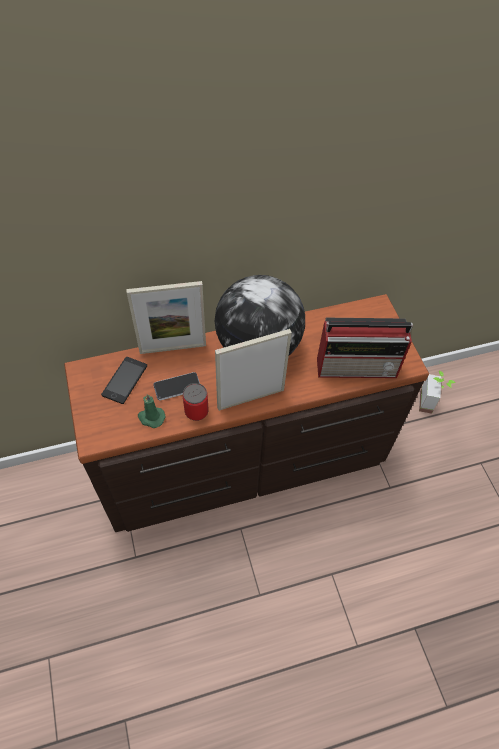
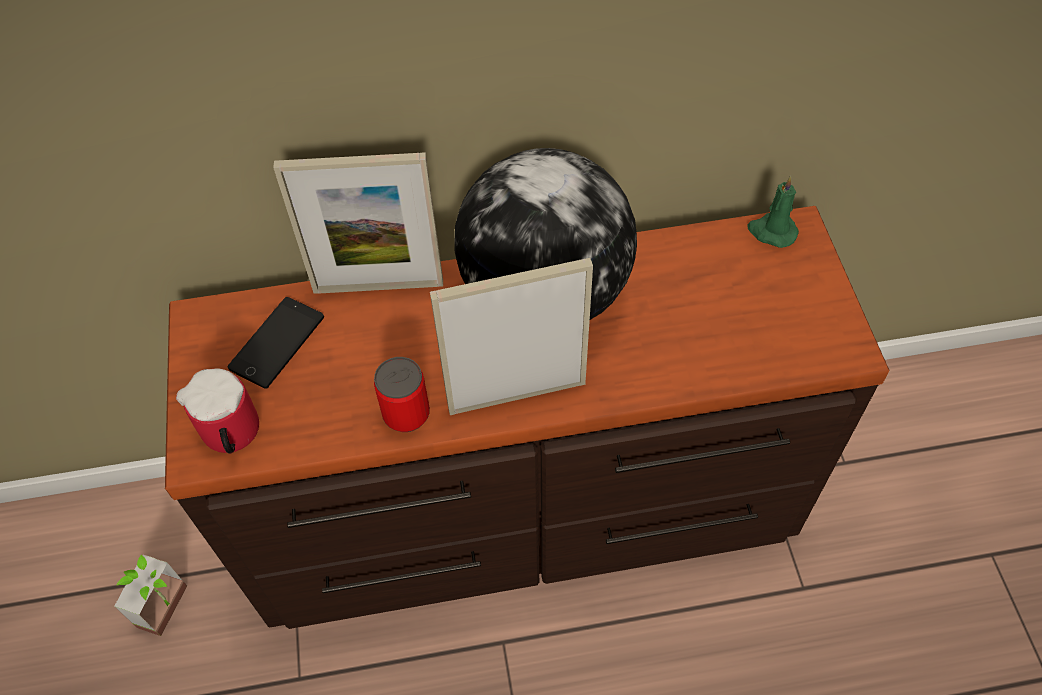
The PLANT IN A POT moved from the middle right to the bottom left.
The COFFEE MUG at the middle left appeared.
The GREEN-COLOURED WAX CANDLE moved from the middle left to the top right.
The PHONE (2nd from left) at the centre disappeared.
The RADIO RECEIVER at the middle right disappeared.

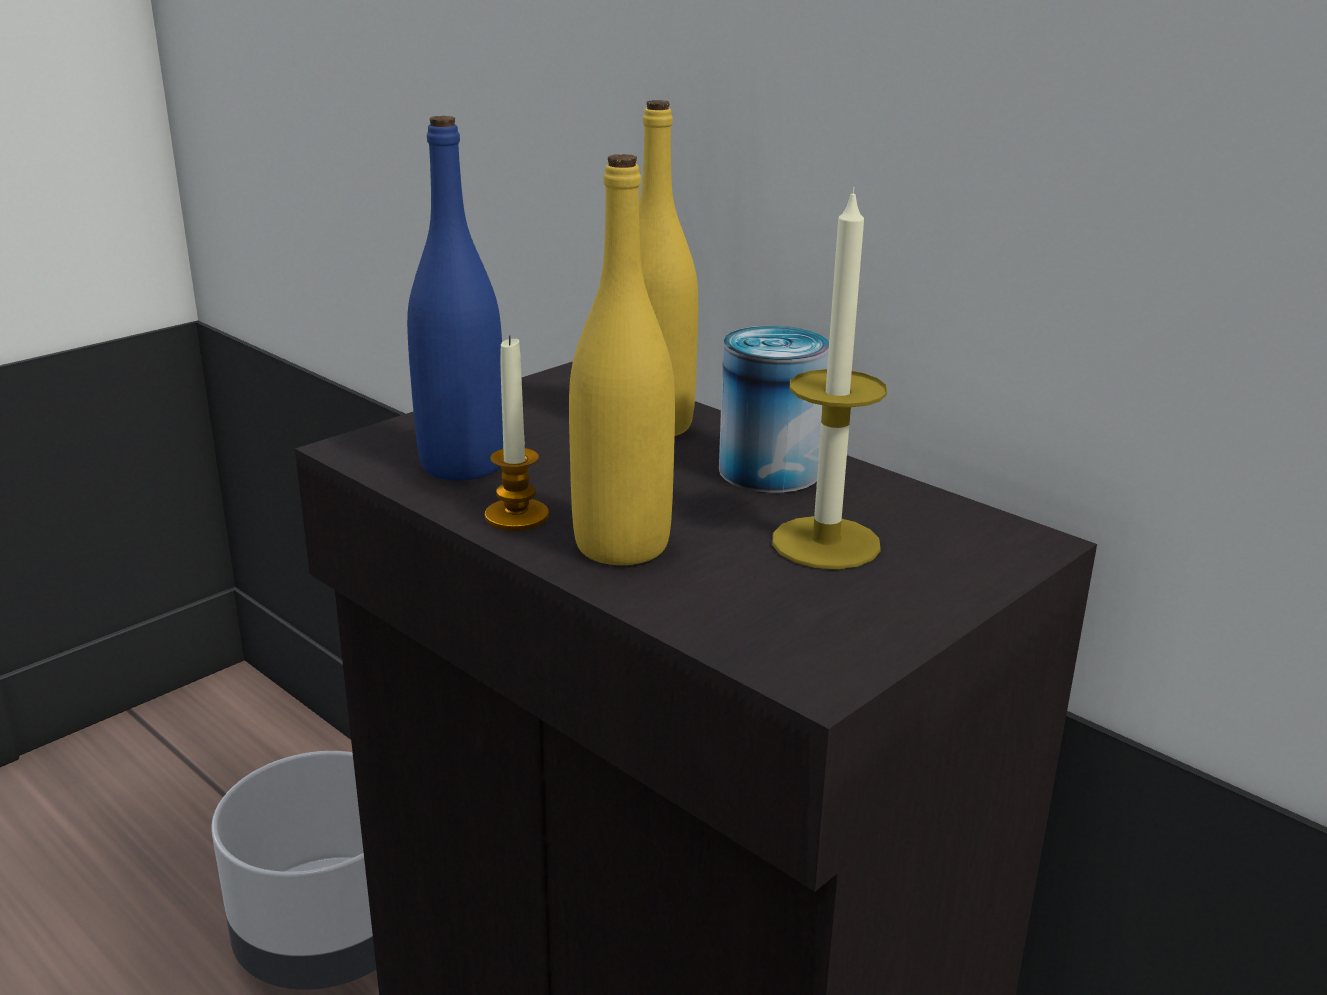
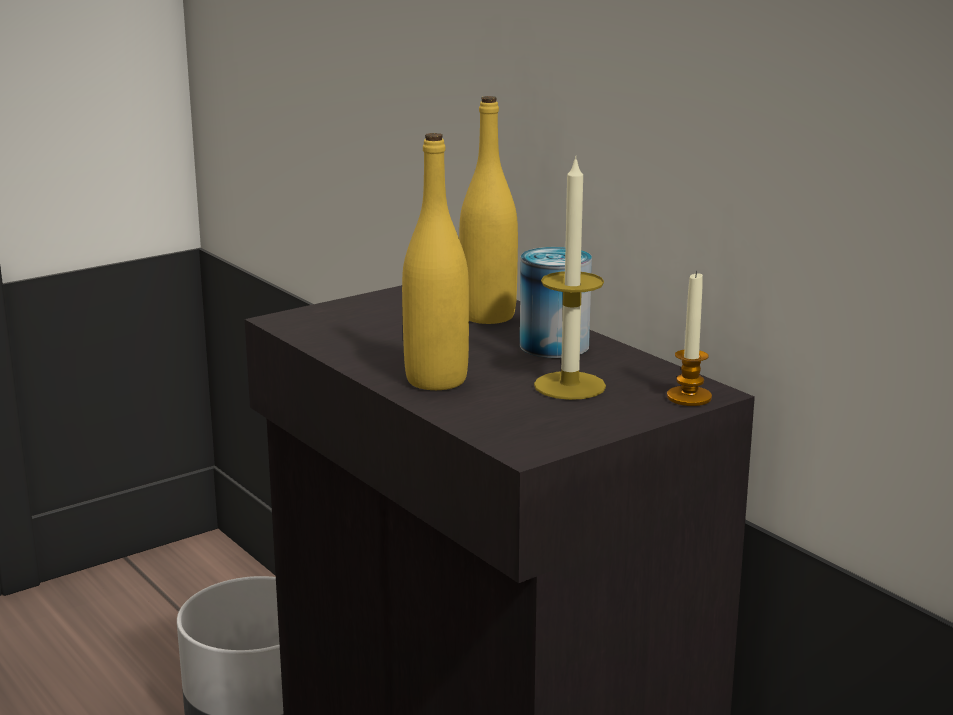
The WAX CANDLE (1st from left in the first image) moved from the centre to the middle right.
The BLUE-COLOURED BEVERAGE BOTTLE at the top centre disappeared.

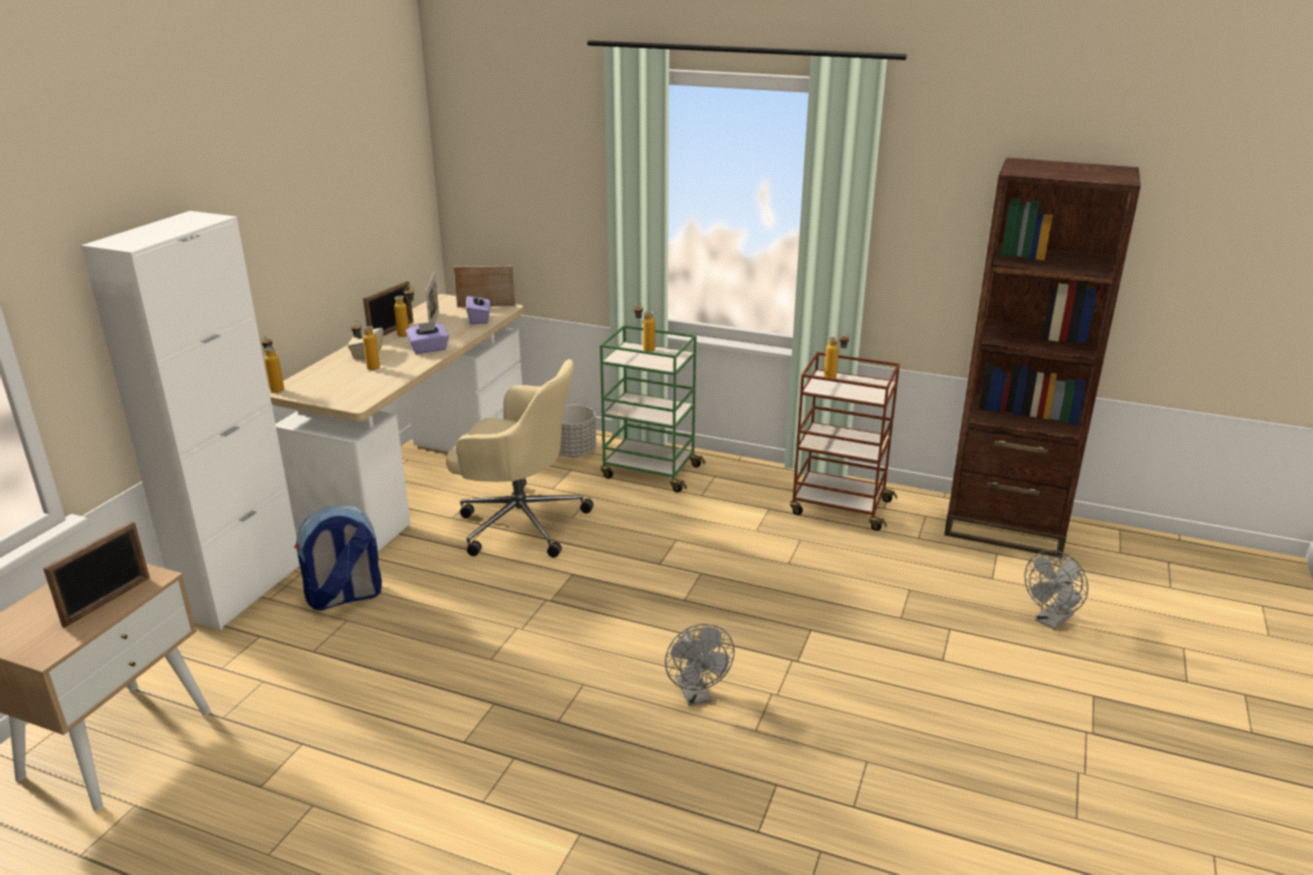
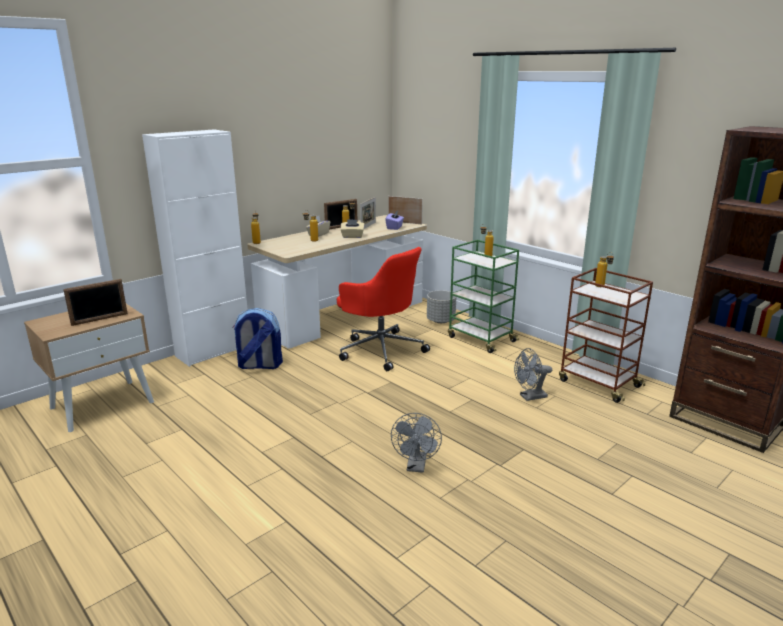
The BEIGE OFFICE CHAIR at the centre became the RED-COLOURED OFFICE CHAIR at the centre.
The PURPLE BOX OF TISSUES (1st from left) at the middle left became the BEIGE BOX OF TISSUES (2nd from left) at the centre.
The GRAY COOLING FAN (2nd from left) moved from the bottom right to the middle right.

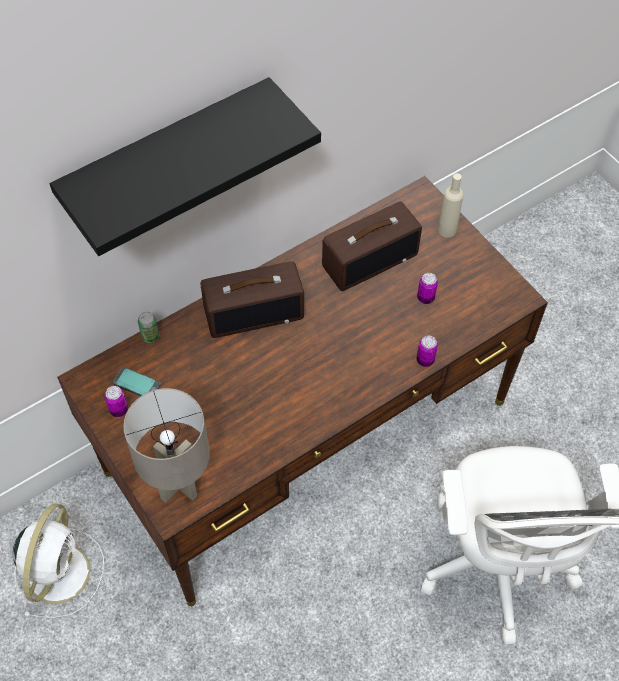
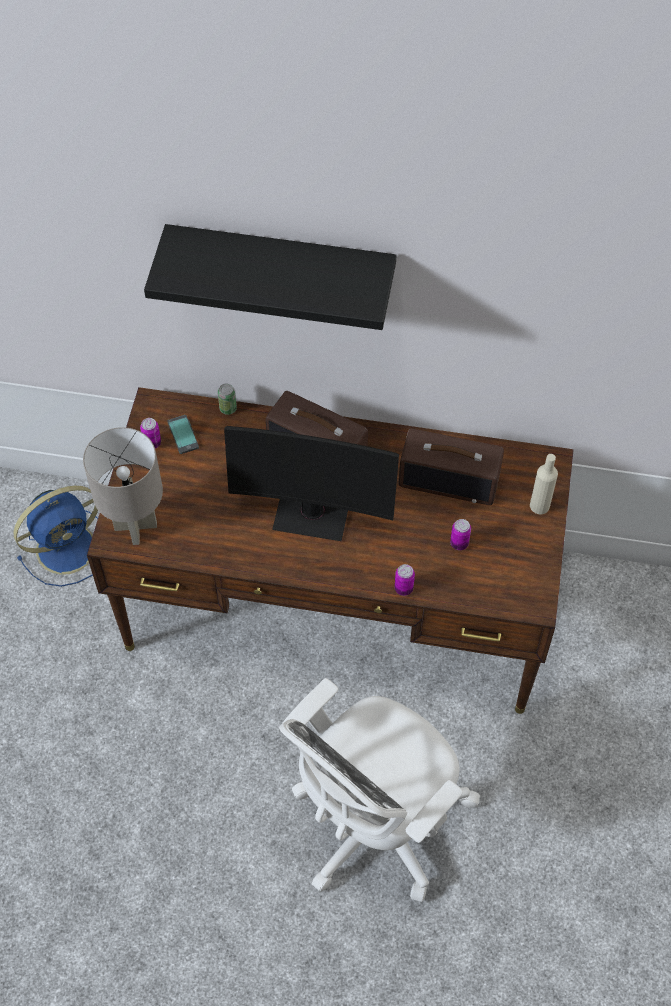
The WHITISH COOLING FAN at the bottom left became the BLUE-COLOURED COOLING FAN at the middle left.
The COMPUTER DISPLAY at the centre appeared.

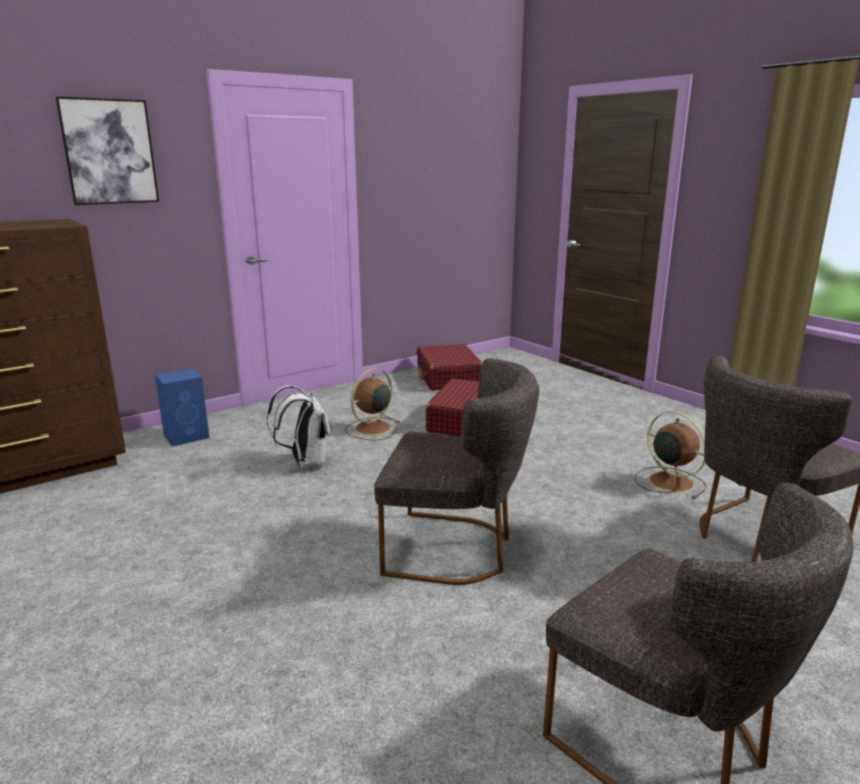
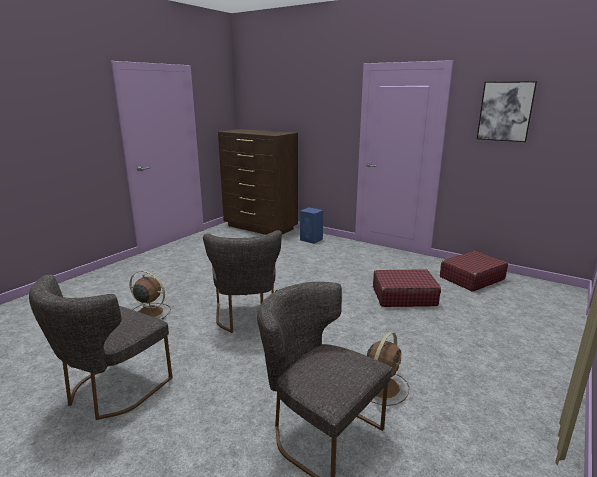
The BROWN-COLOURED COOLING FAN (1st from left) moved from the centre to the middle left.
The PICTURE moved from the top left to the top right.
The WHITISH KNAPSACK at the centre disappeared.

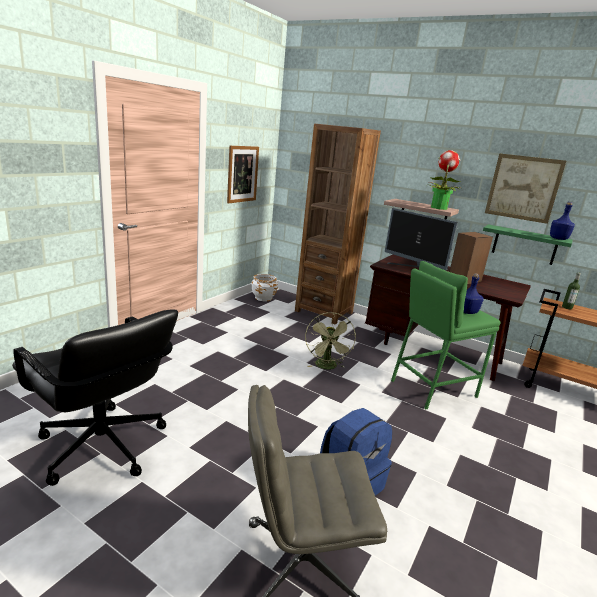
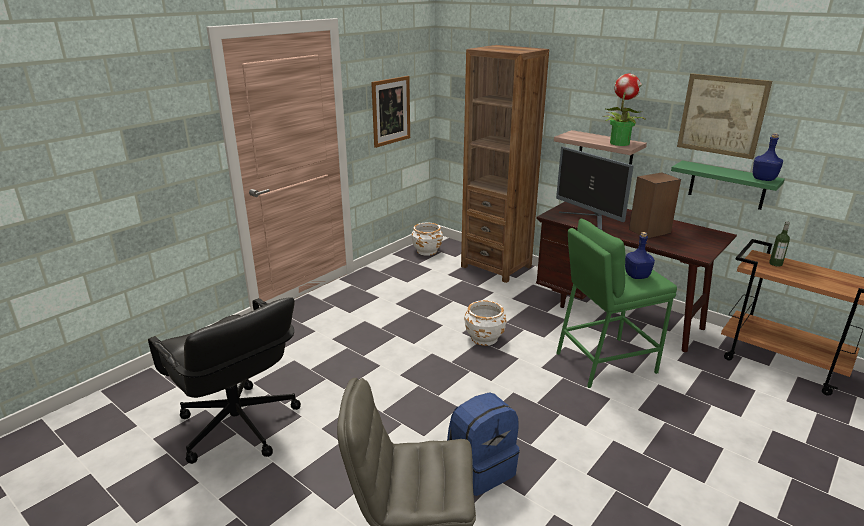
The GREEN-COLOURED COOLING FAN at the centre was replaced by the WHITISH FLOWER POT (2nd from left) at the centre.

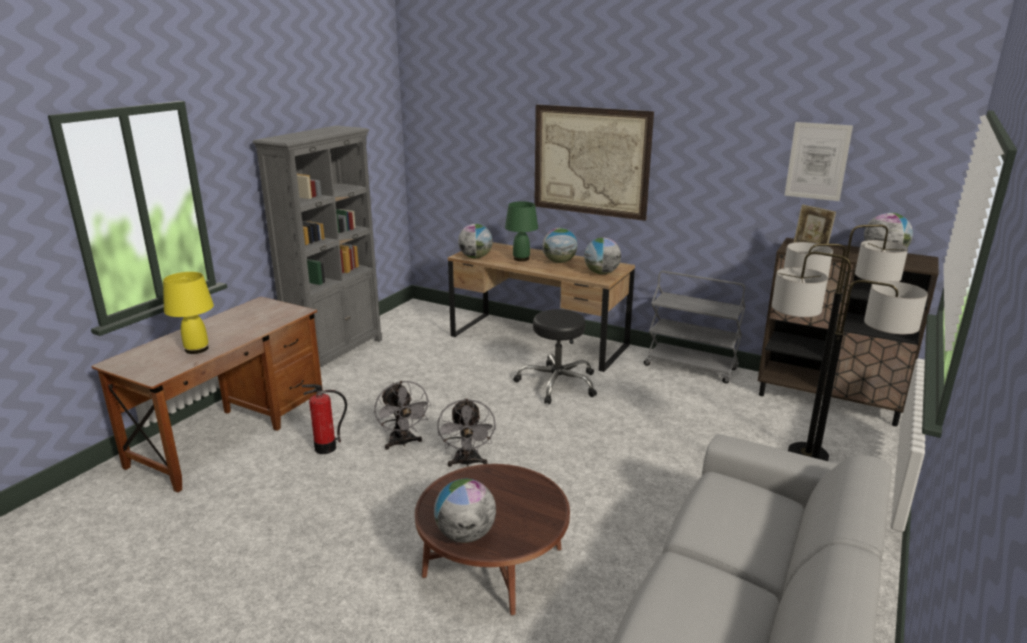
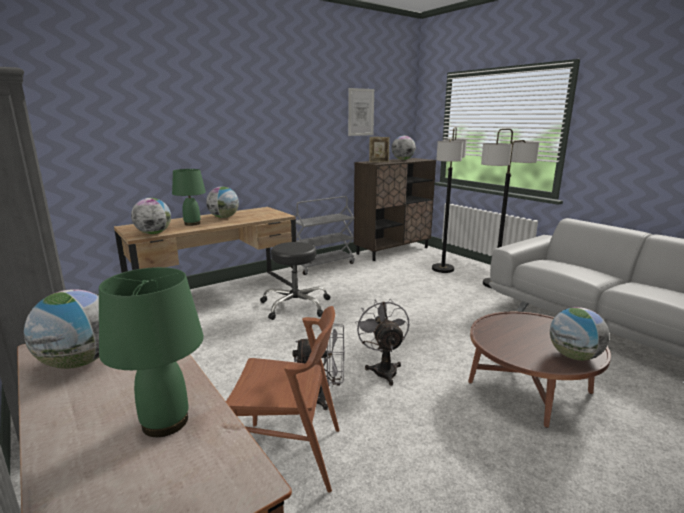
The GLOBE (4th from left in the first image) moved from the centre to the middle left.
The YELLOW TABLETOP LAMP at the middle left became the GREEN-COLOURED TABLETOP LAMP (1st from left) at the bottom left.
The FIRE EXTINGUISHER at the middle left was replaced by the BROWN-COLOURED CHAIR at the bottom centre.
The GRAY COOLING FAN (2nd from left) at the bottom centre turned 120 degrees counterclockwise.
The PICTURE (1st from left) at the top centre disappeared.

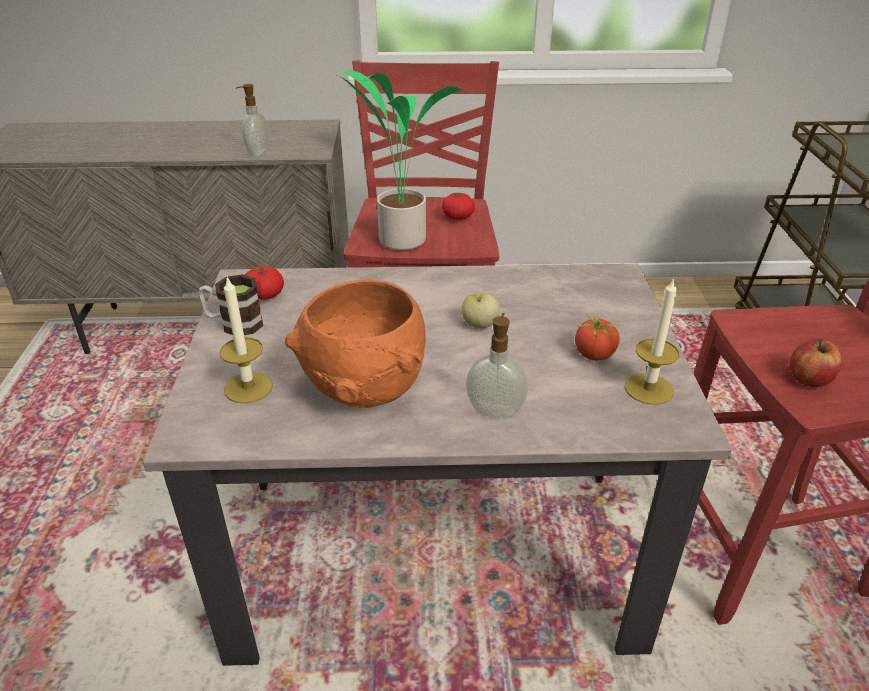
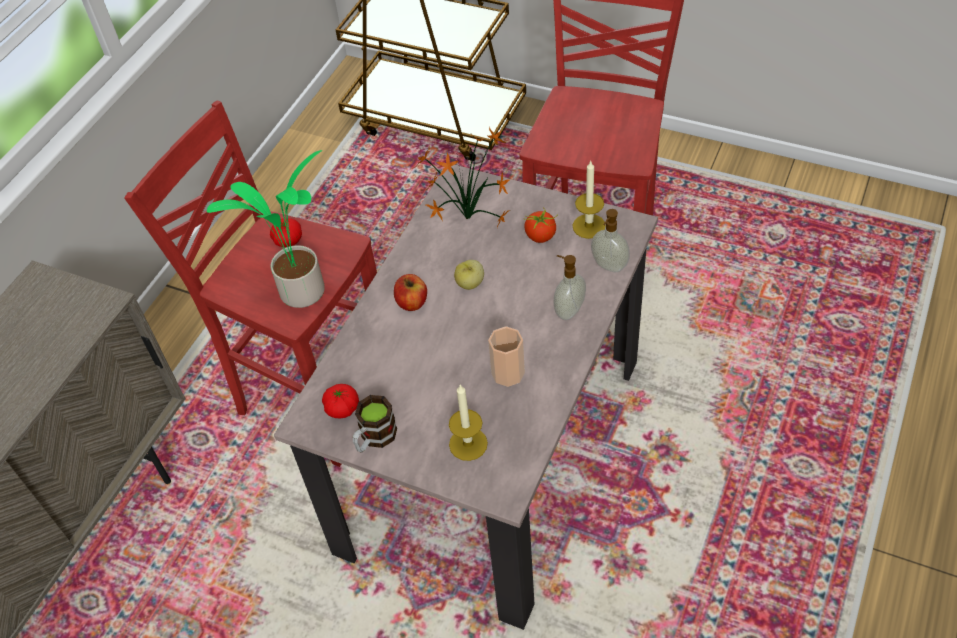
The APPLE (2nd from left in the first image) moved from the middle right to the centre.
The PLANT IN A POT (2nd from left) at the top centre appeared.
The ORANGEY BOWL at the centre was replaced by the DRINKING CUP at the centre.
The SOAP DISPENSER (1st from left in the first image) moved from the top left to the centre.

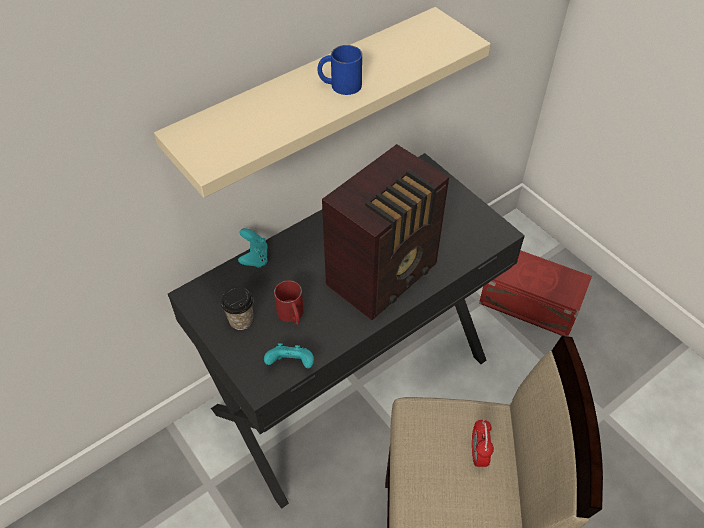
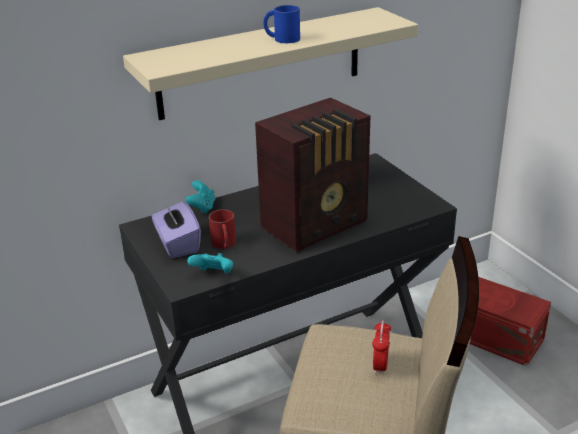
The DRINKING CUP at the centre was replaced by the PURPLE BOX OF TISSUES at the middle left.

